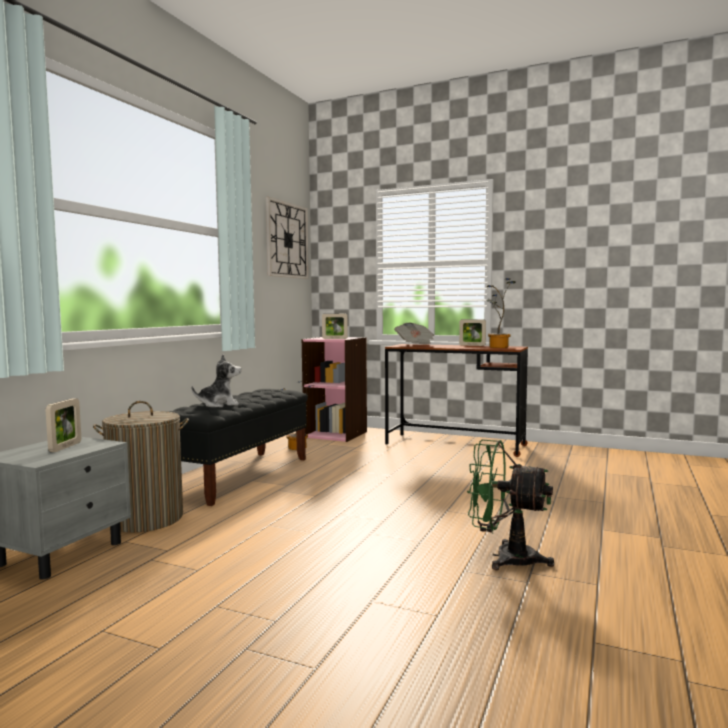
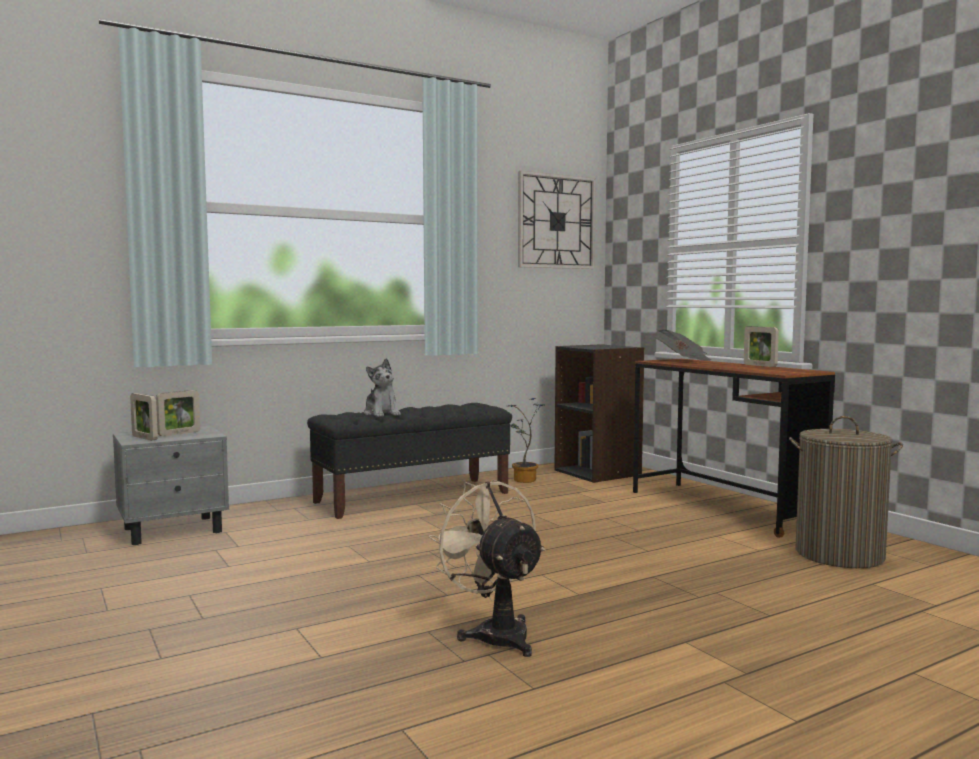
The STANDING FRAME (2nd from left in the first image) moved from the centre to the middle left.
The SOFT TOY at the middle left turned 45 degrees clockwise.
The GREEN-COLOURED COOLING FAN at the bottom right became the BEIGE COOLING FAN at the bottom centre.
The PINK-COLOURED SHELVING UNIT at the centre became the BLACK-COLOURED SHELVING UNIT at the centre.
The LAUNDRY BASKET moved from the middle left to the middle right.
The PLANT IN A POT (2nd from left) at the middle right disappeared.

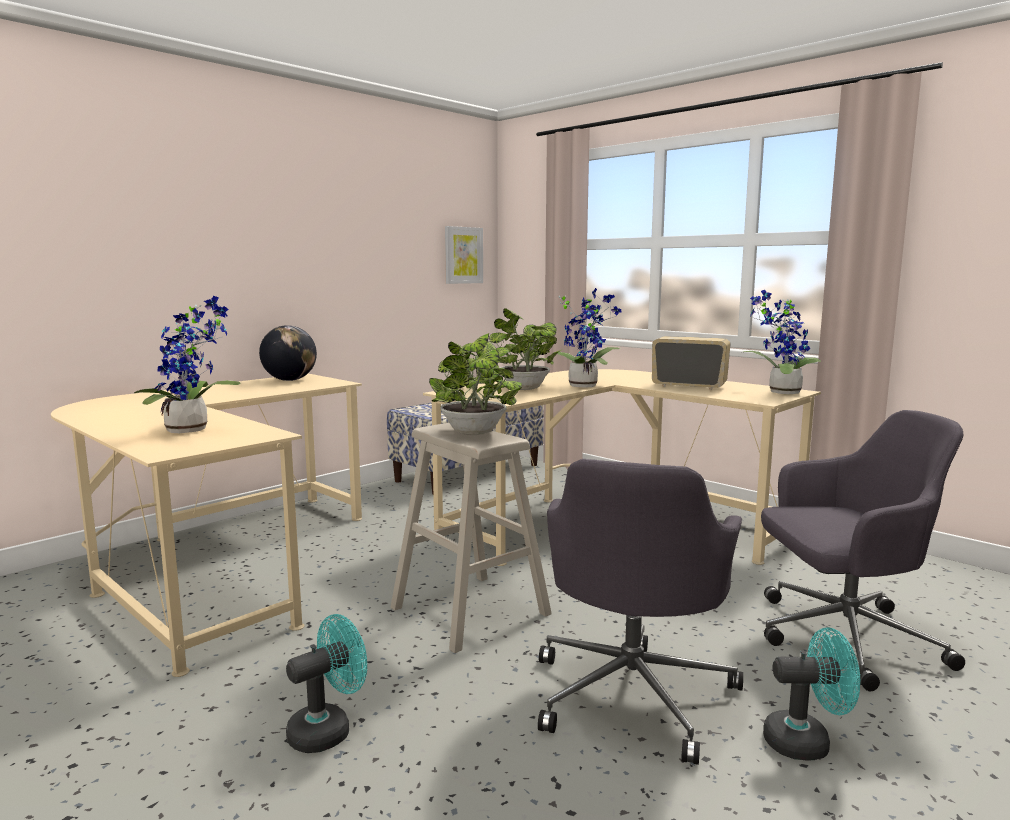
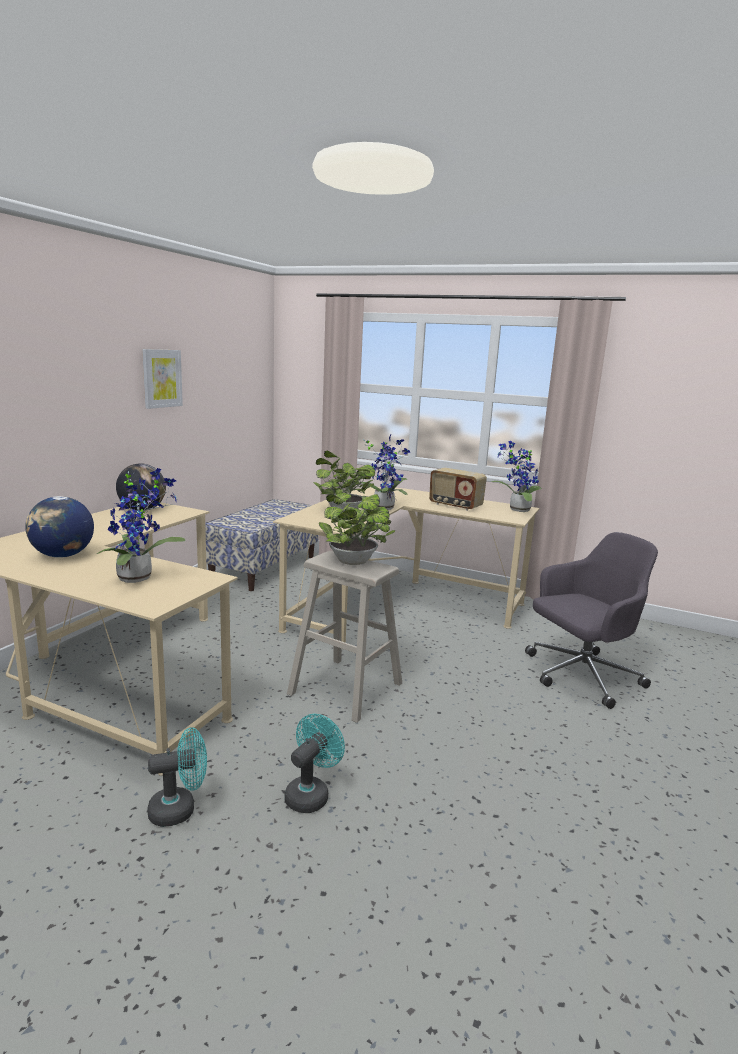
The GLOBE (1st from left) at the middle left appeared.
The PICTURE moved from the top centre to the middle left.
The TURQUOISE-COLOURED COOLING FAN (2nd from left in the first image) moved from the bottom right to the bottom left.
The RADIO RECEIVER at the middle right turned 150 degrees counterclockwise.
The GRAY OFFICE CHAIR (1st from left) at the bottom centre disappeared.

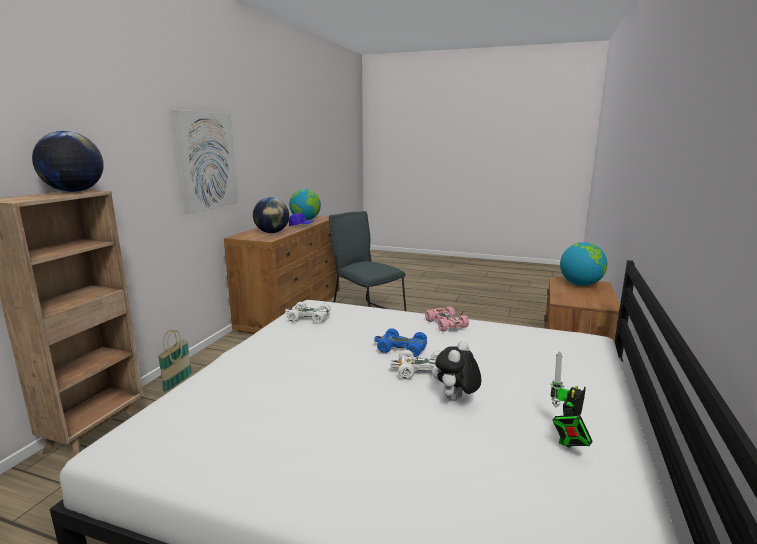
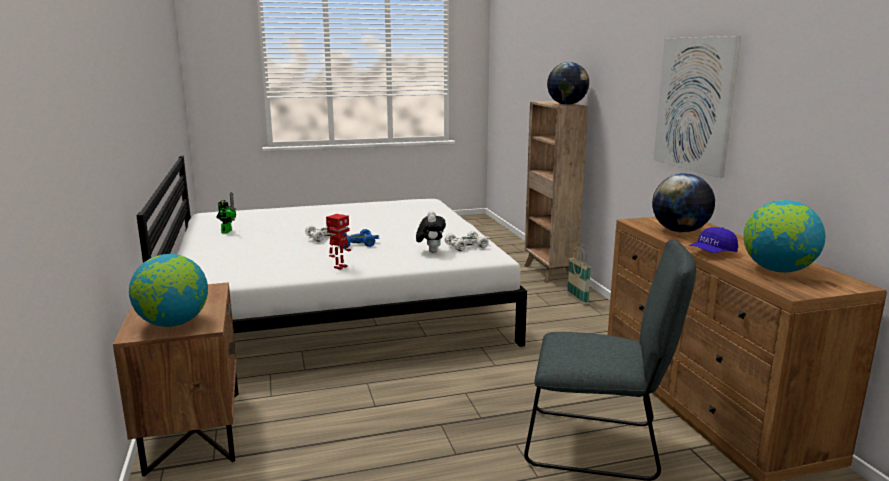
The PINK-COLOURED MINIATURE CAR at the centre was replaced by the ROBOT FIGURE (2nd from left) at the centre.
The SOFT TOY moved from the bottom centre to the centre.

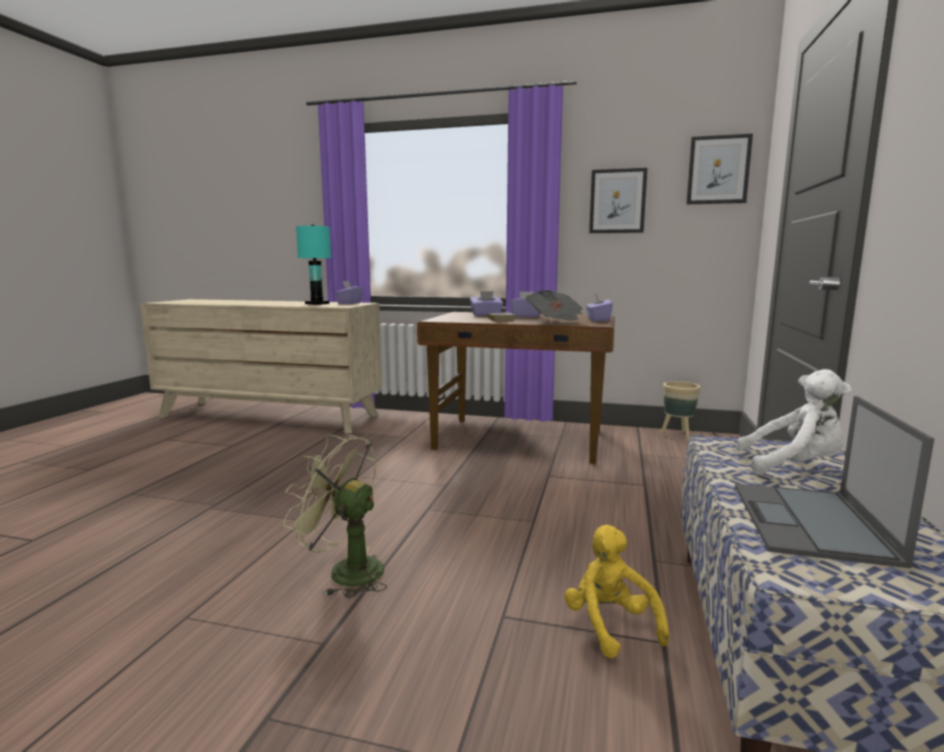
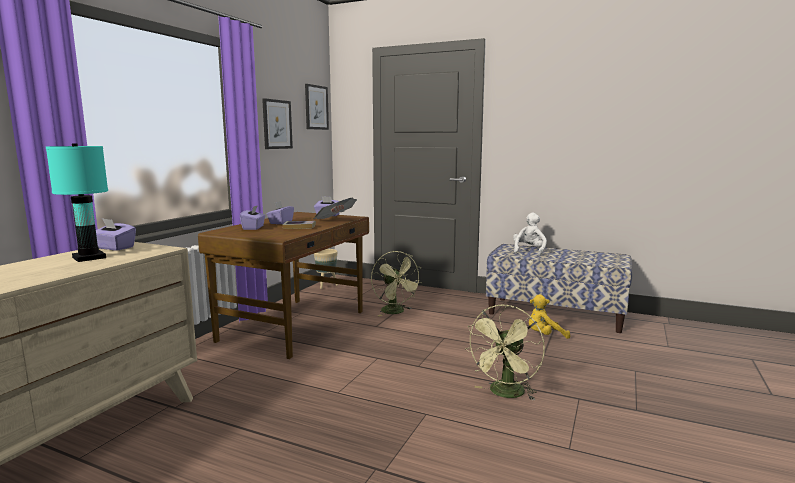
The GREEN-COLOURED COOLING FAN (1st from left) at the centre appeared.
The LAPTOP at the middle right disappeared.

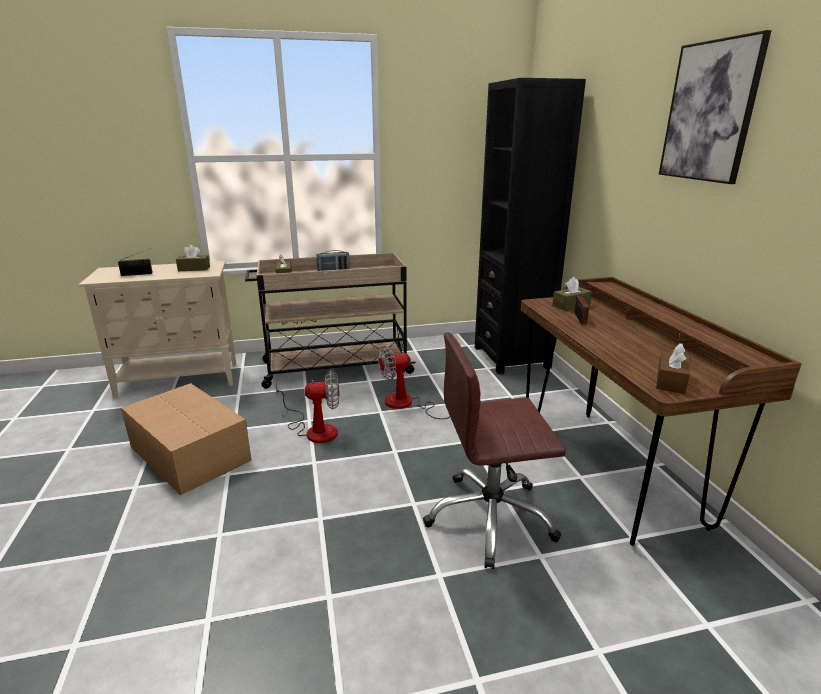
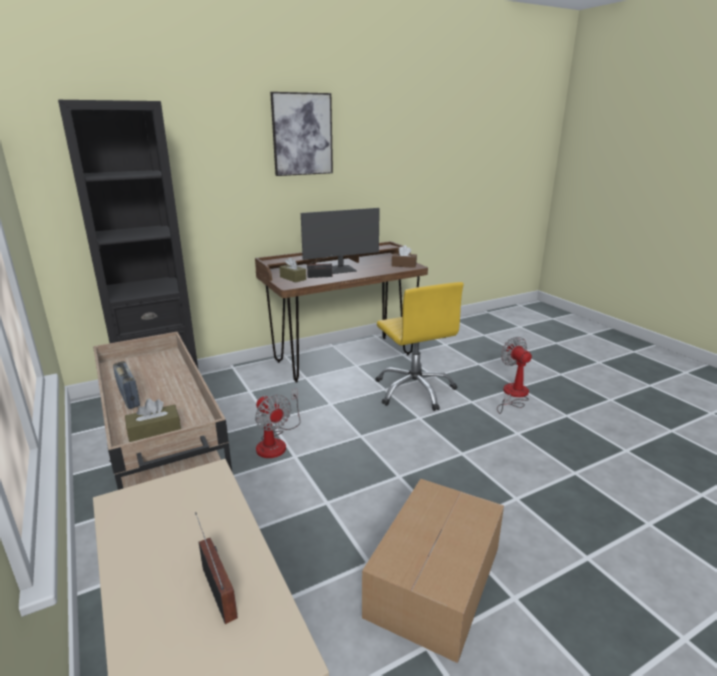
The COMPUTER DISPLAY at the centre appeared.
The BROWN-COLOURED OFFICE CHAIR at the centre became the YELLOW OFFICE CHAIR at the centre.
The COOLING FAN (1st from left in the first image) moved from the centre to the middle right.
The BROWN-COLOURED BOX OF TISSUES (1st from left) at the middle left disappeared.

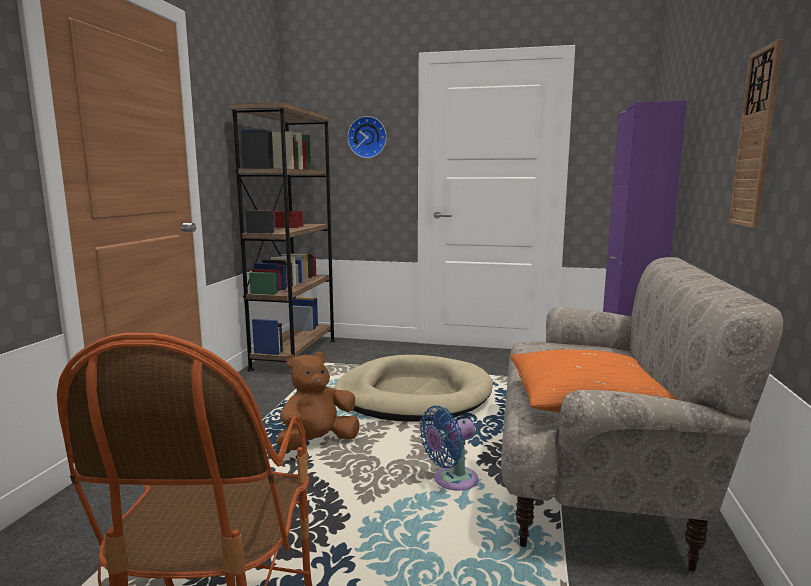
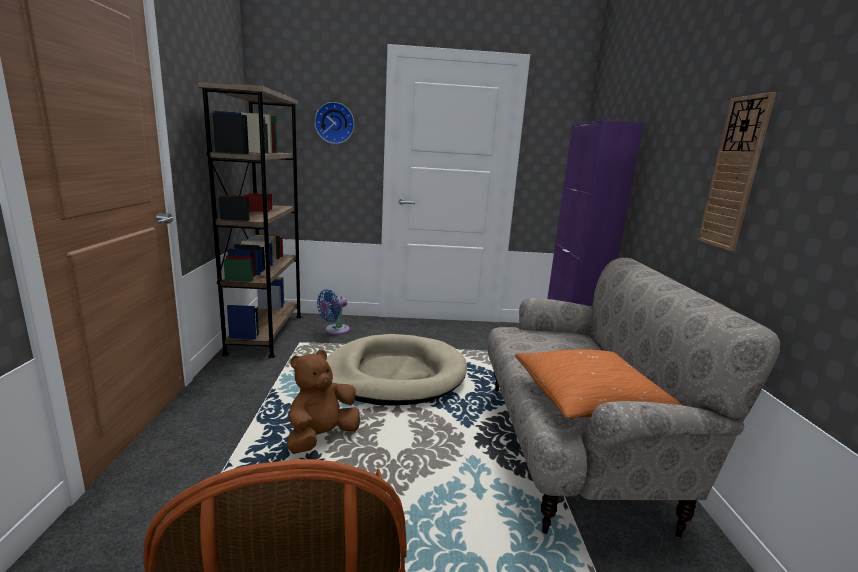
The BLUE-COLOURED COOLING FAN moved from the bottom centre to the centre.

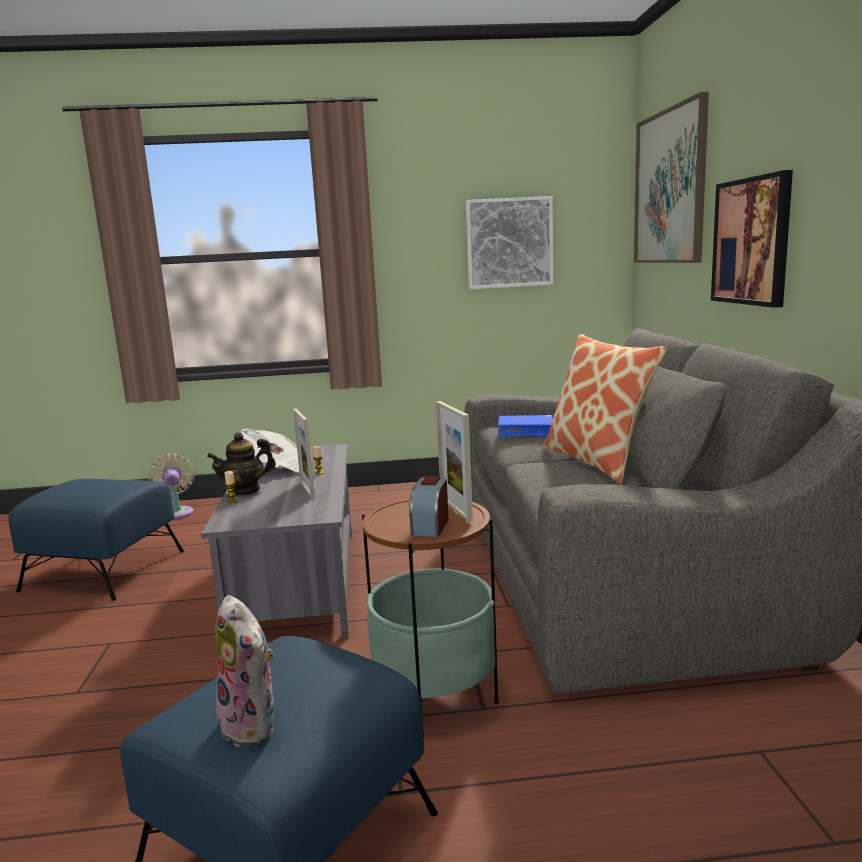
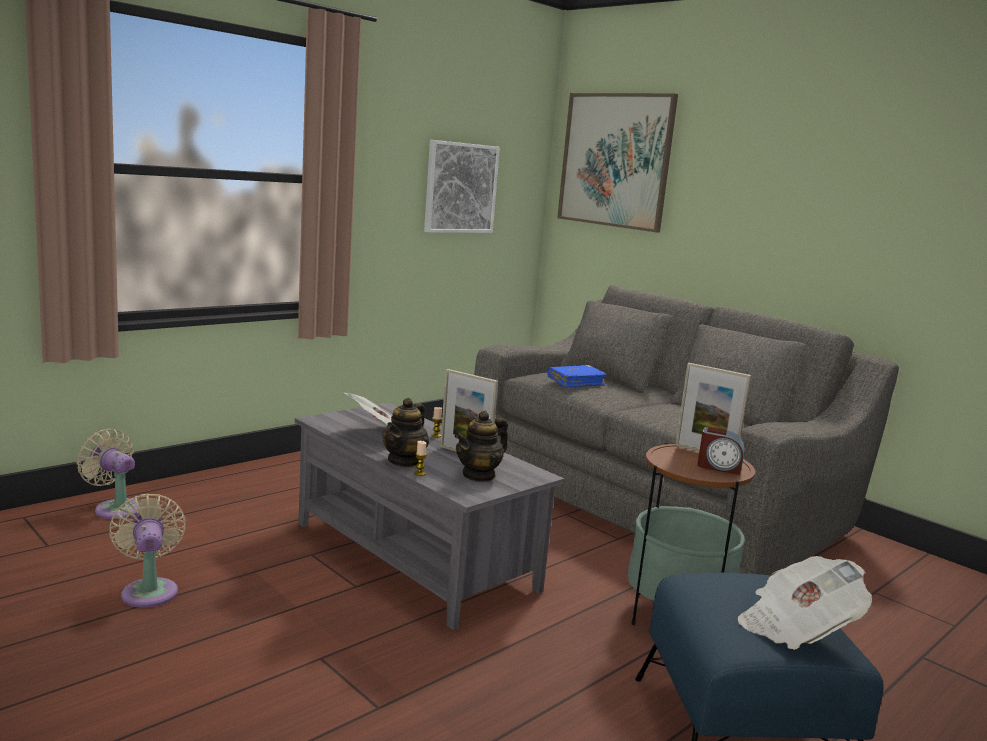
The BLUE-COLOURED POUFFE (1st from left) at the middle left was replaced by the BEIGE COOLING FAN (2nd from left) at the bottom left.
The TEA POT (2nd from left) at the centre appeared.
The TABLE CLOCK at the centre turned 45 degrees counterclockwise.
The SOFT TOY at the bottom left was replaced by the DAILY PAPER (2nd from left) at the bottom right.
The CUSHION at the middle right disappeared.
The PICTURE (3rd from left) at the top right disappeared.

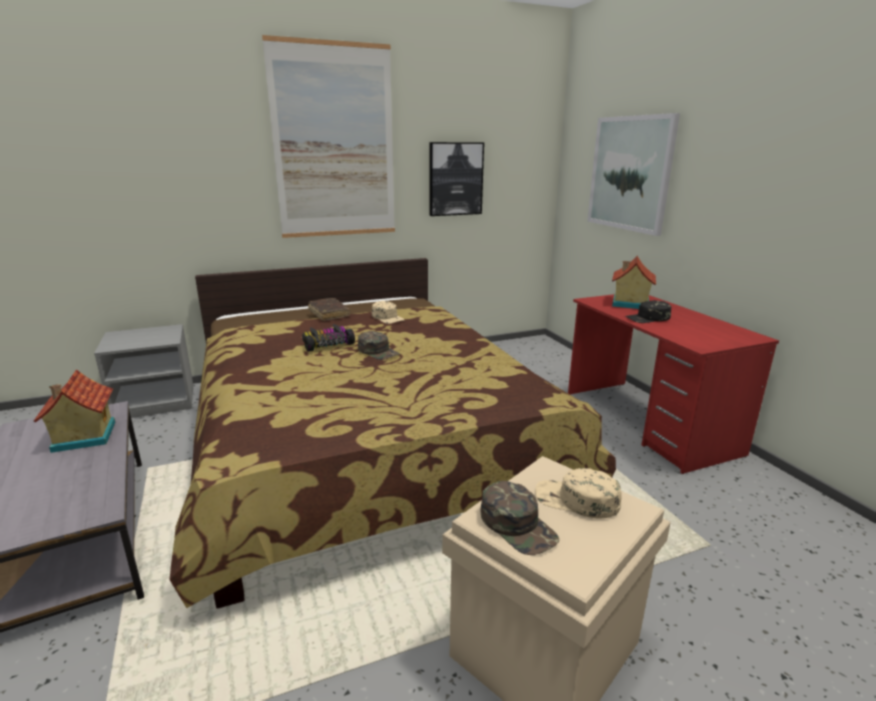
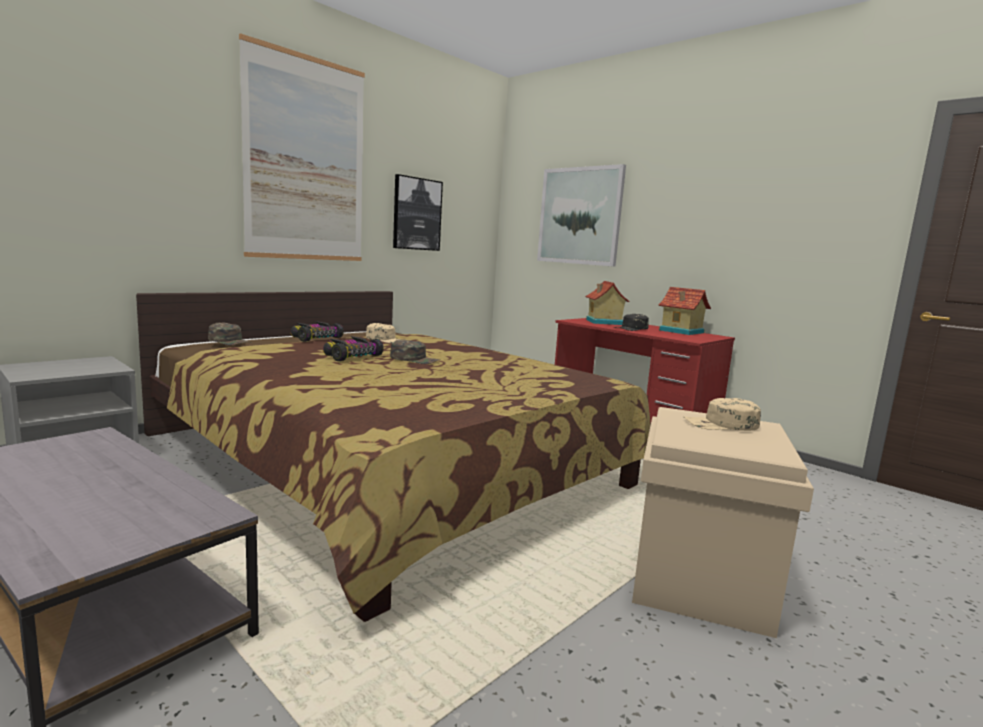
The GREEN-COLOURED BASEBALL CAP (2nd from left in the first image) moved from the bottom centre to the middle left.
The BROWN-COLOURED BOOK at the centre was replaced by the MINIATURE CAR (1st from left) at the middle left.
The MINIATURE HOUSE (1st from left in the first image) moved from the middle left to the middle right.

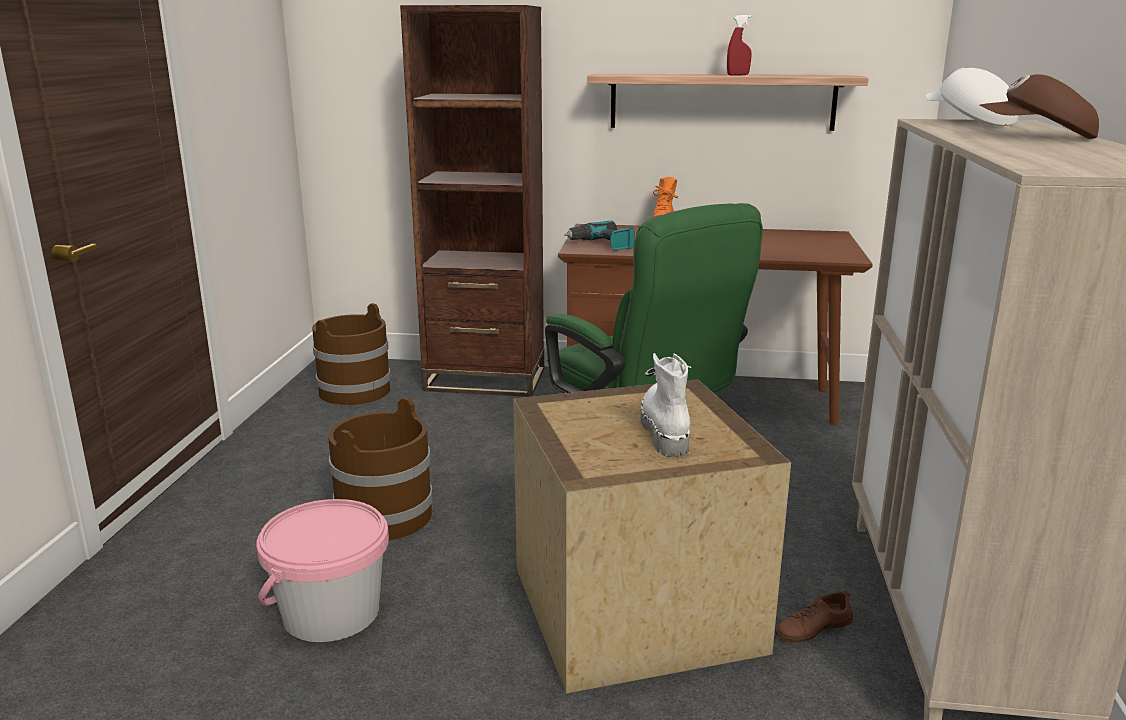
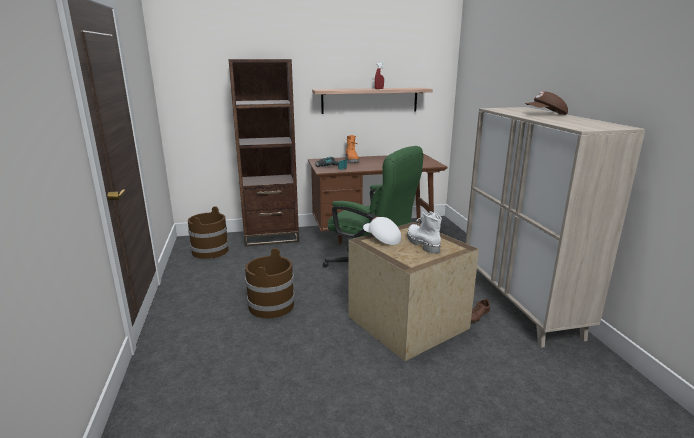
The WHITISH BASEBALL CAP moved from the top right to the centre.
The PINK-COLOURED PAIL at the bottom left disappeared.

